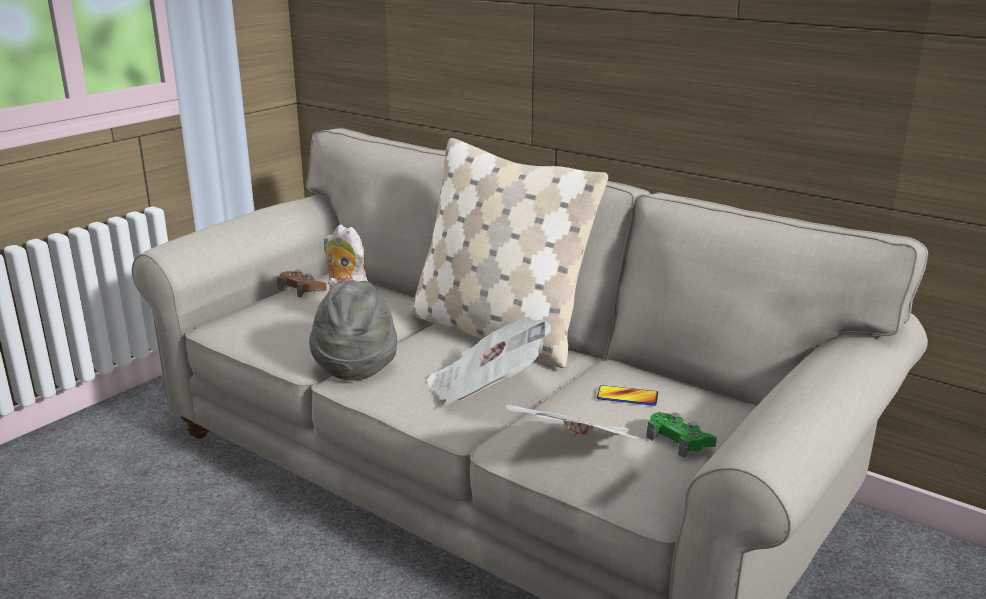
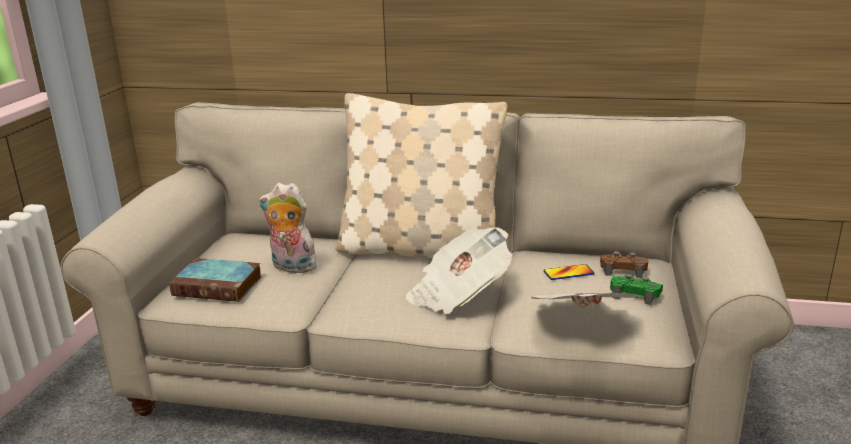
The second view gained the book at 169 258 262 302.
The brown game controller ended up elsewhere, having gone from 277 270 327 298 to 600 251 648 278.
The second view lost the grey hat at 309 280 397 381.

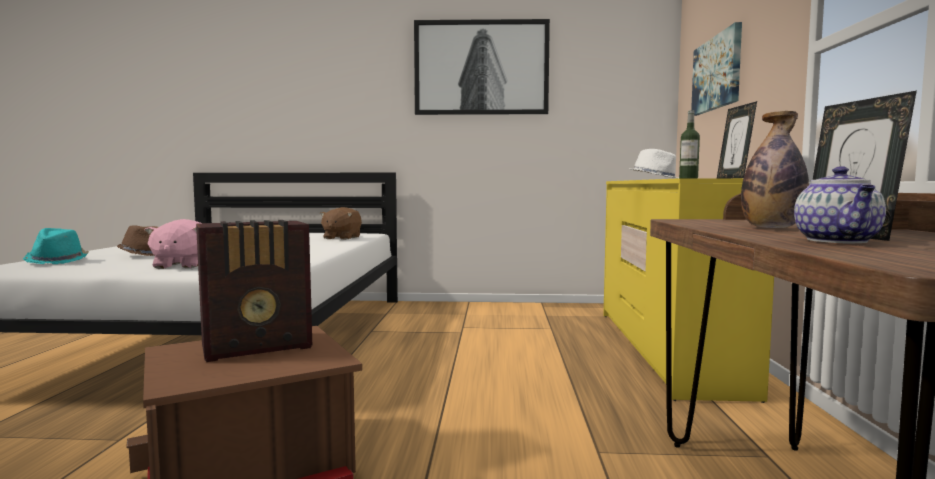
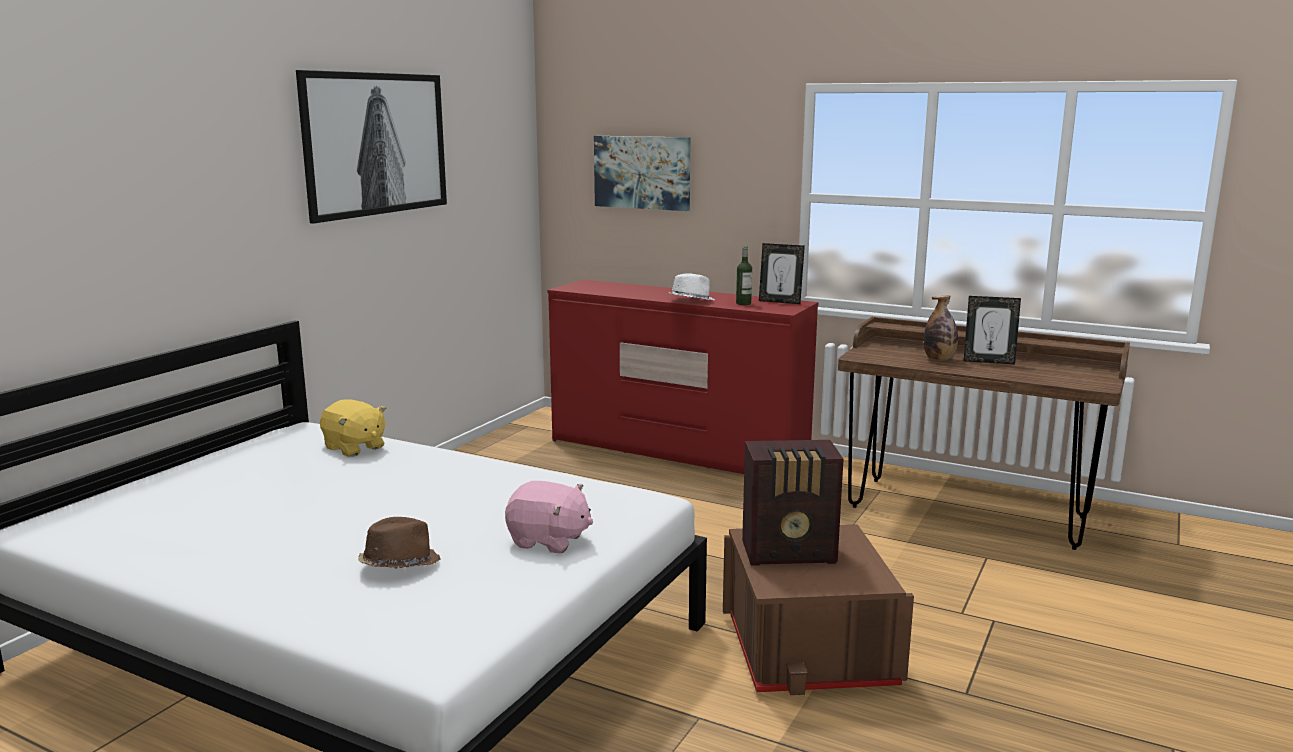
What was the brown plush toy at 320 207 362 240 turned into the yellow plush toy at 320 399 386 457.
What was the yellow dresser at 603 178 774 403 turned into the red dresser at 547 280 818 474.
The radio at 196 220 312 362 ended up facing another way, 90 degrees clockwise from before.
The second view lost the turquoise hat at 23 228 89 264.
The second view lost the teapot at 794 166 886 244.

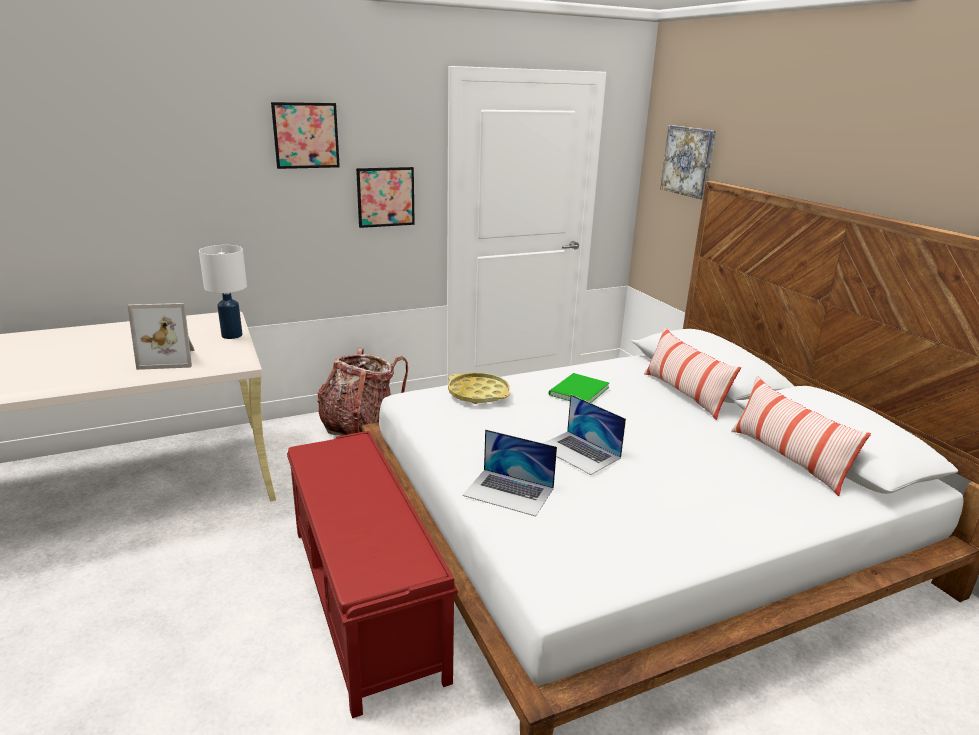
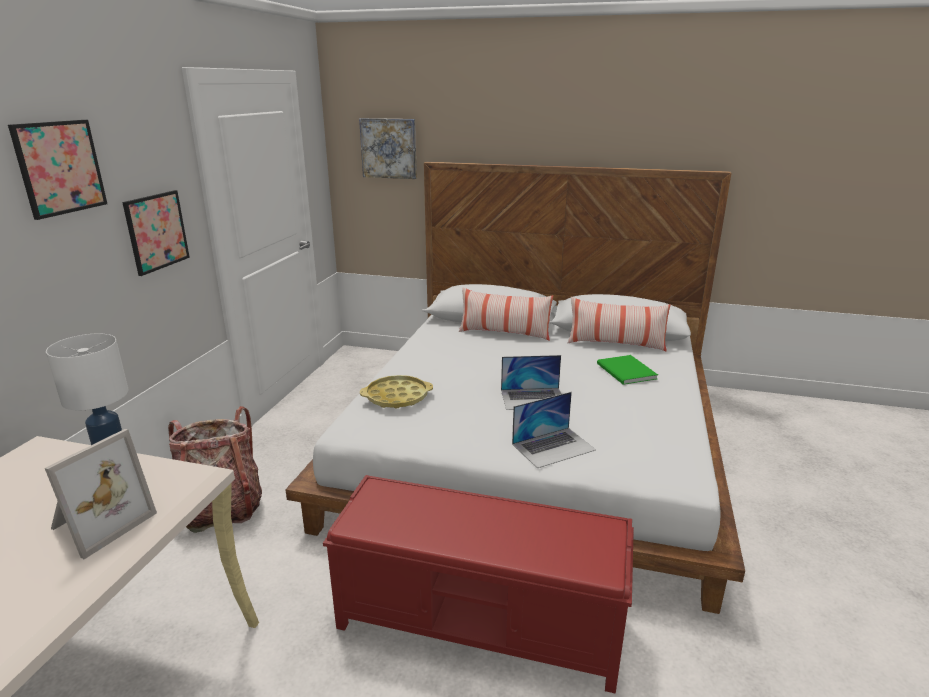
The green book ended up elsewhere, having gone from 549 373 609 403 to 597 355 658 385.

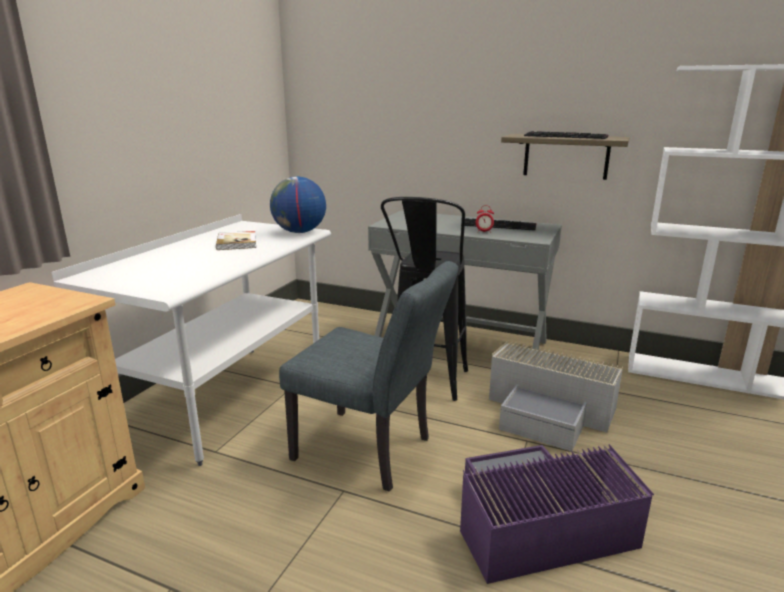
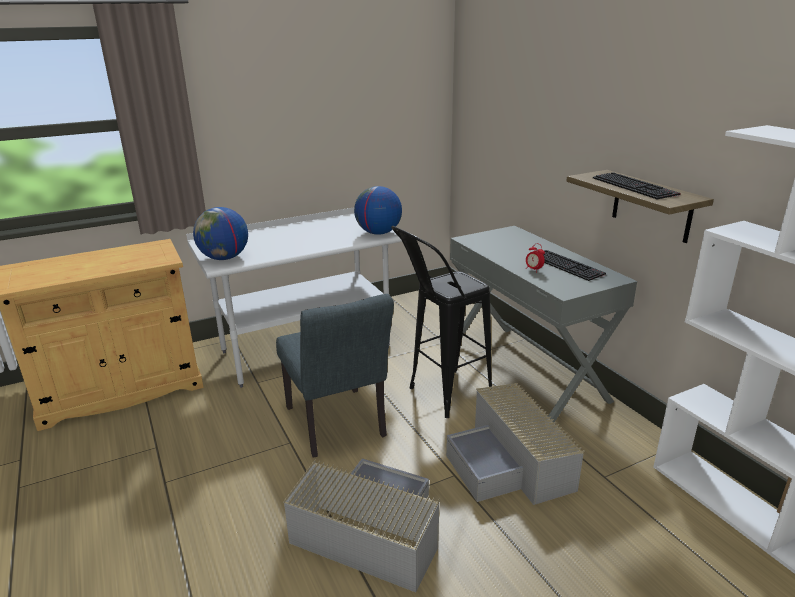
The second view gained the globe at 193 207 248 260.
What was the purple storage box at 460 444 654 584 turned into the grey storage box at 283 459 440 592.
The second view lost the book at 216 231 256 250.

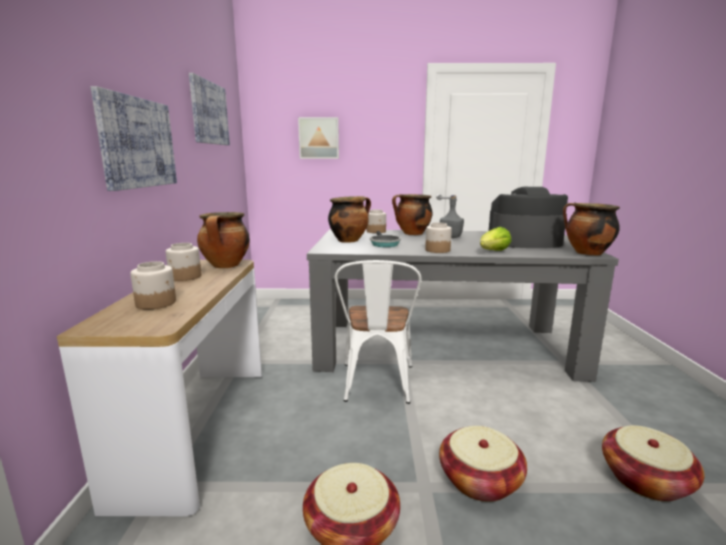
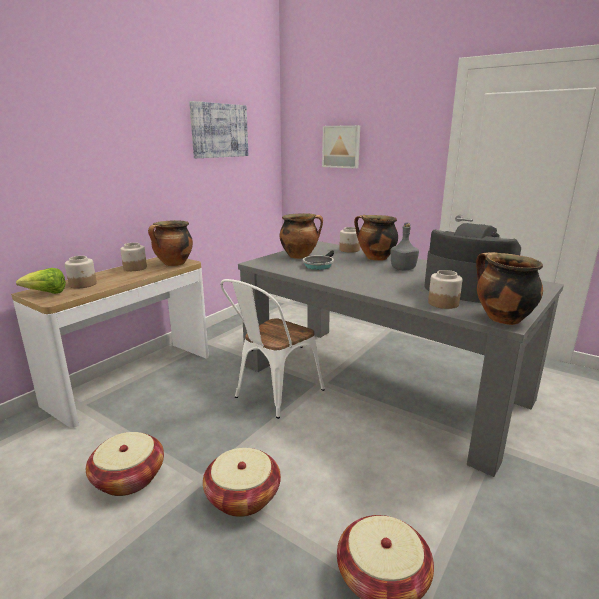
The lettuce ended up elsewhere, having gone from 480 227 511 251 to 16 268 66 294.
The jar ended up elsewhere, having gone from 425 222 452 253 to 428 270 463 309.
The second view lost the picture at 90 86 177 191.

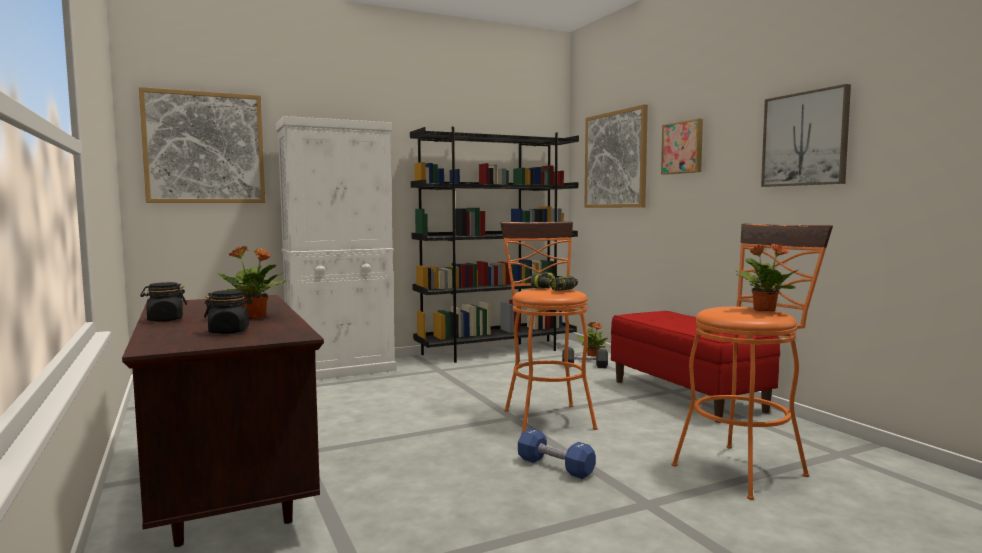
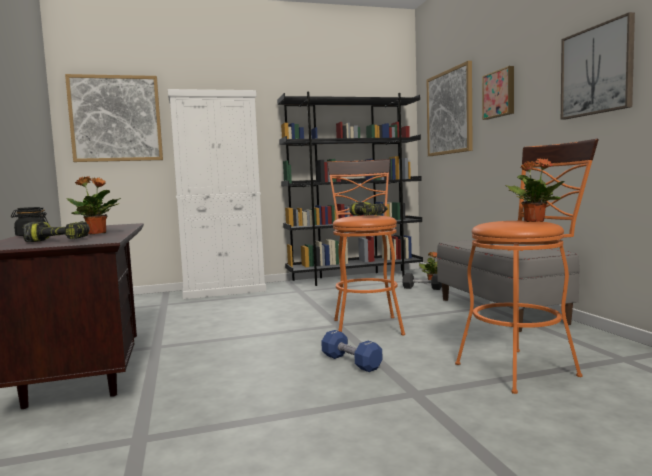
Where the black jar stood at 204 290 253 334, the power drill came to stand at 22 221 90 242.
What was the red bench at 611 311 780 423 turned into the grey bench at 437 240 580 332.

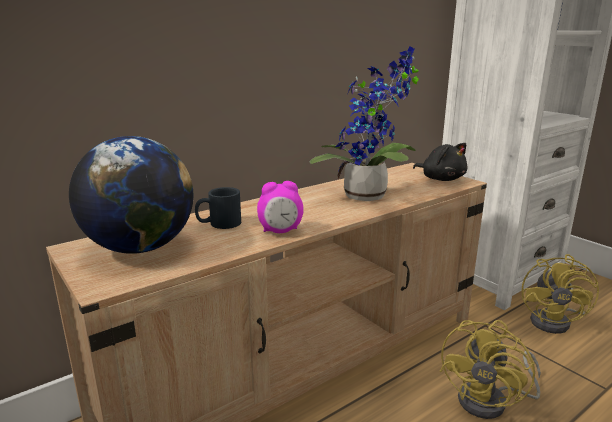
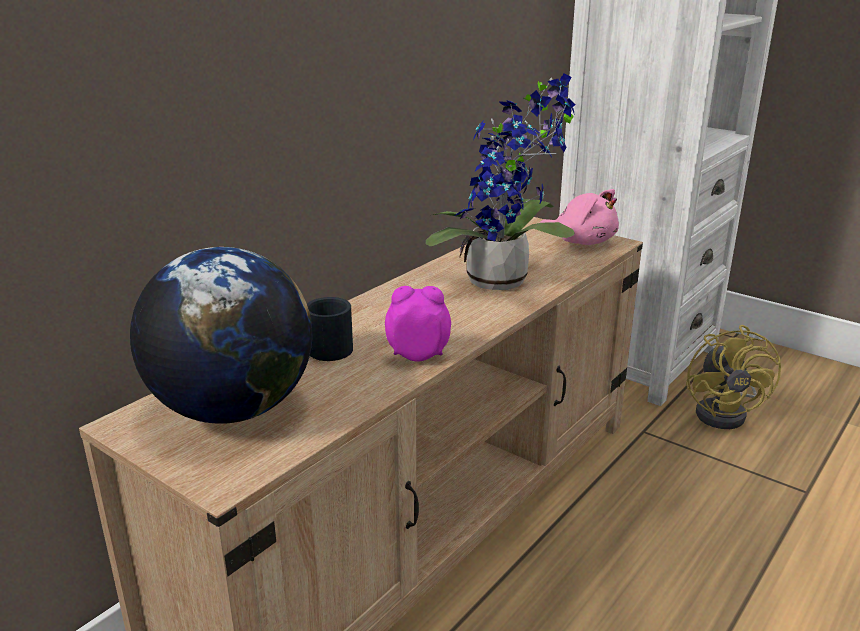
The alarm clock at 257 181 304 233 ended up facing another way, 150 degrees counterclockwise from before.
What was the black plush toy at 413 143 467 181 turned into the pink plush toy at 540 189 619 245.
The second view lost the yellow fan at 439 320 541 419.

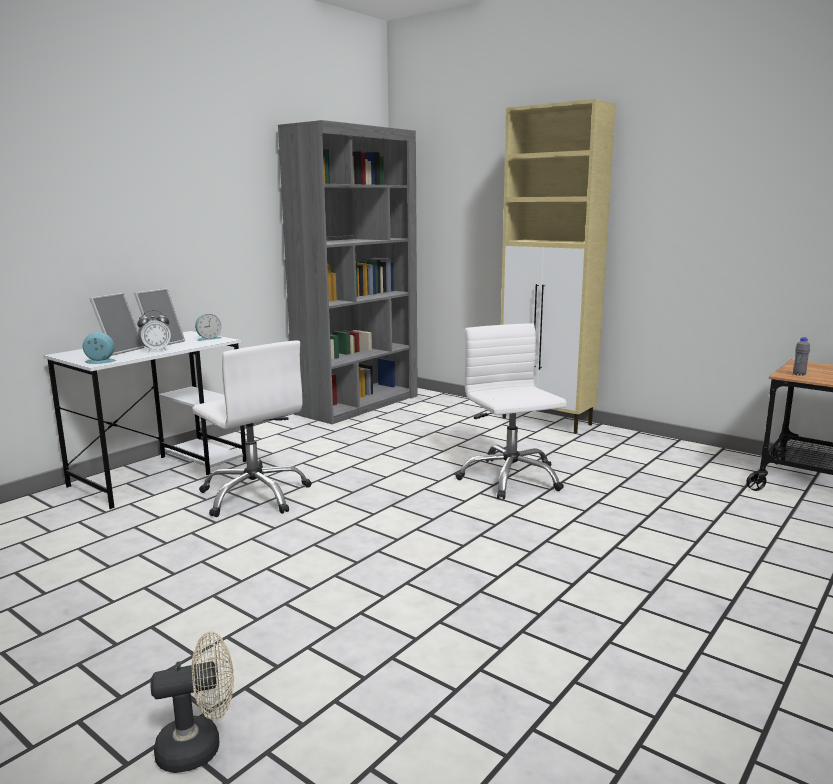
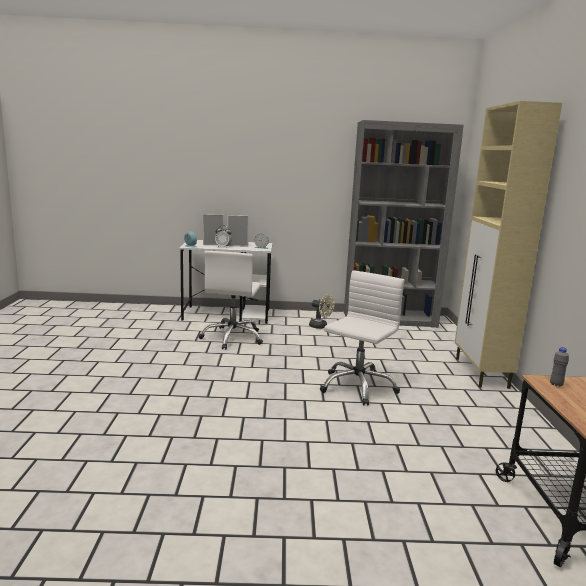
The beige fan ended up elsewhere, having gone from 150 631 234 773 to 309 294 334 329.

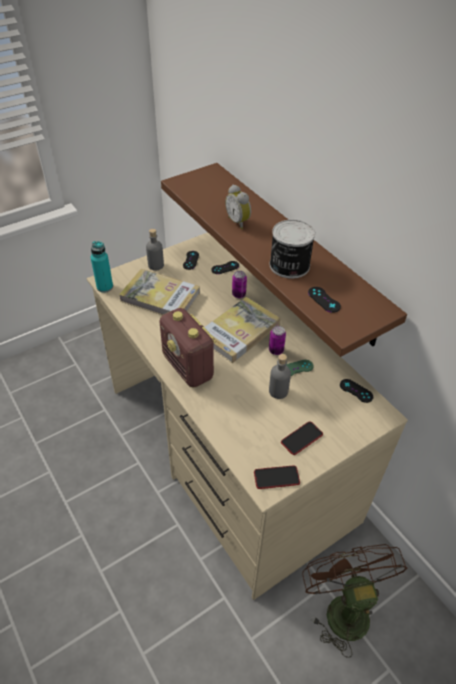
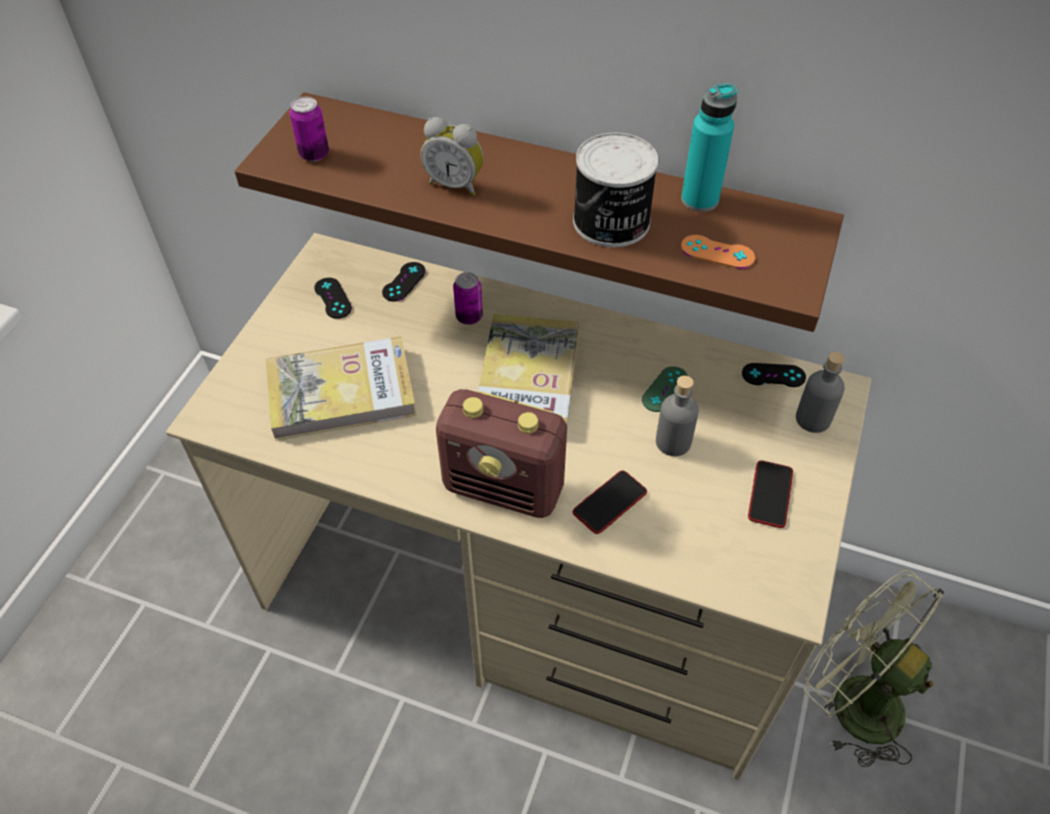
The can ended up elsewhere, having gone from 269 326 286 355 to 289 97 329 161.
The phone ended up elsewhere, having gone from 254 465 300 489 to 573 470 647 534.
The turquoise bottle ended up elsewhere, having gone from 91 241 113 293 to 681 83 737 212.
What was the black game controller at 308 287 341 313 turned into the orange game controller at 681 235 755 269.
The grey bottle ended up elsewhere, having gone from 146 229 164 271 to 796 352 845 433.
What was the brown fan at 302 544 408 658 turned into the green fan at 804 570 944 767.

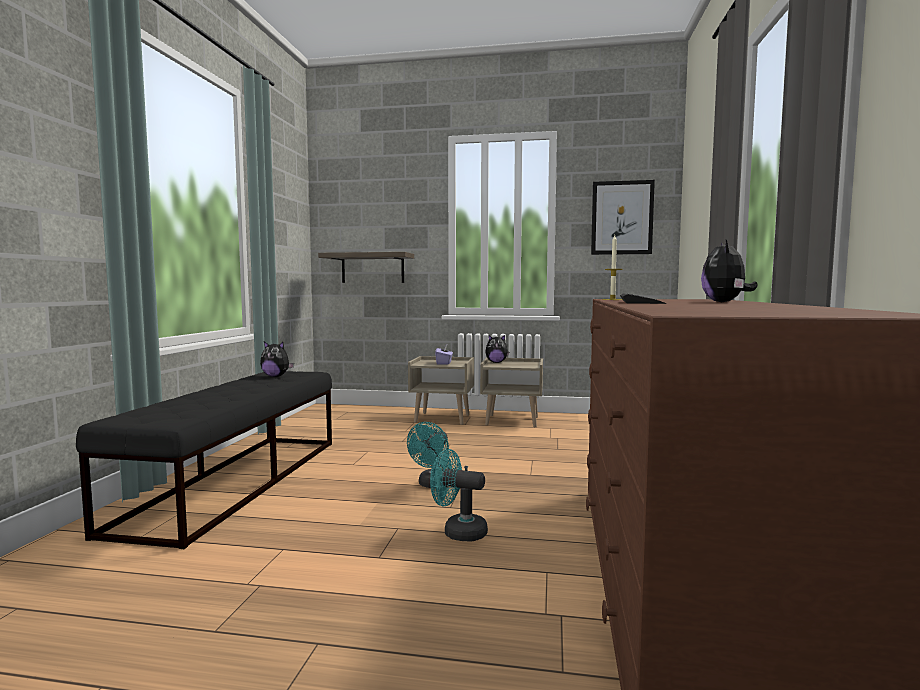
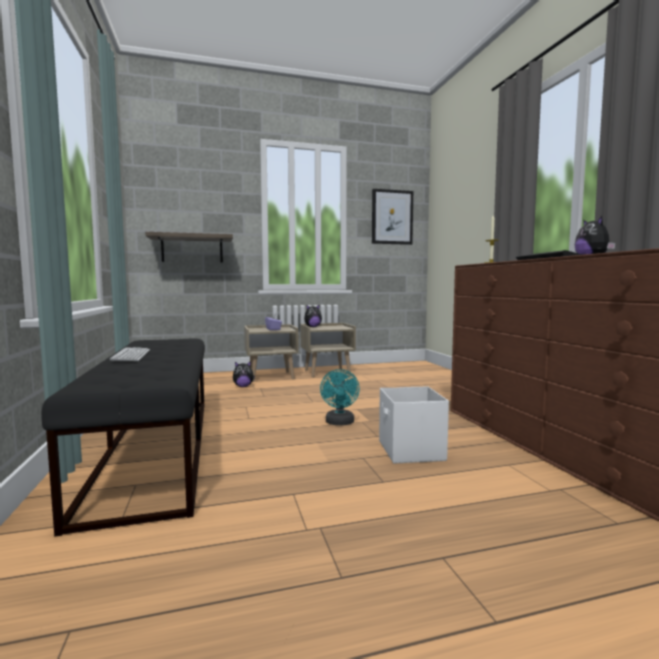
The second view gained the keyboard at 110 347 150 362.
The plush toy ended up elsewhere, having gone from 260 341 294 377 to 233 361 255 387.
Where the turquoise fan stood at 430 449 488 541, the white storage box came to stand at 379 386 449 464.

